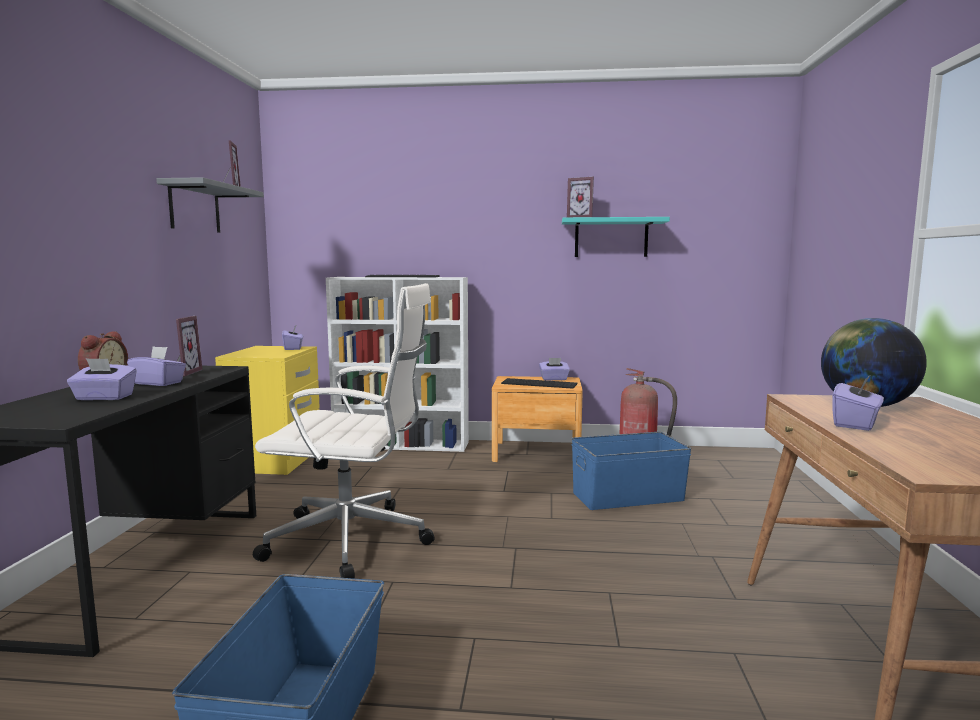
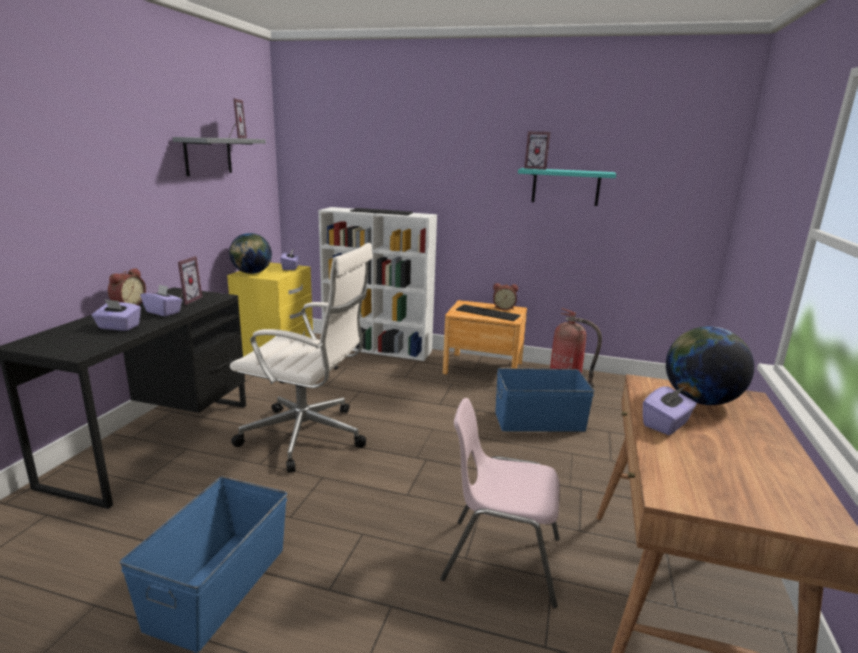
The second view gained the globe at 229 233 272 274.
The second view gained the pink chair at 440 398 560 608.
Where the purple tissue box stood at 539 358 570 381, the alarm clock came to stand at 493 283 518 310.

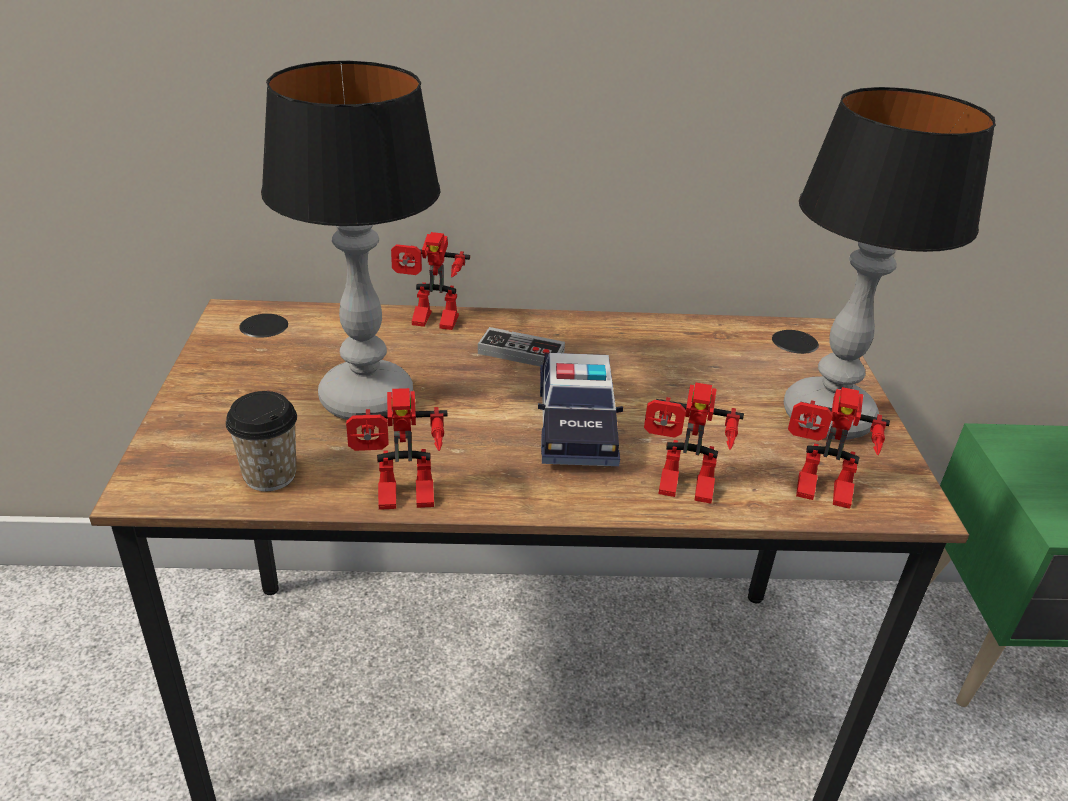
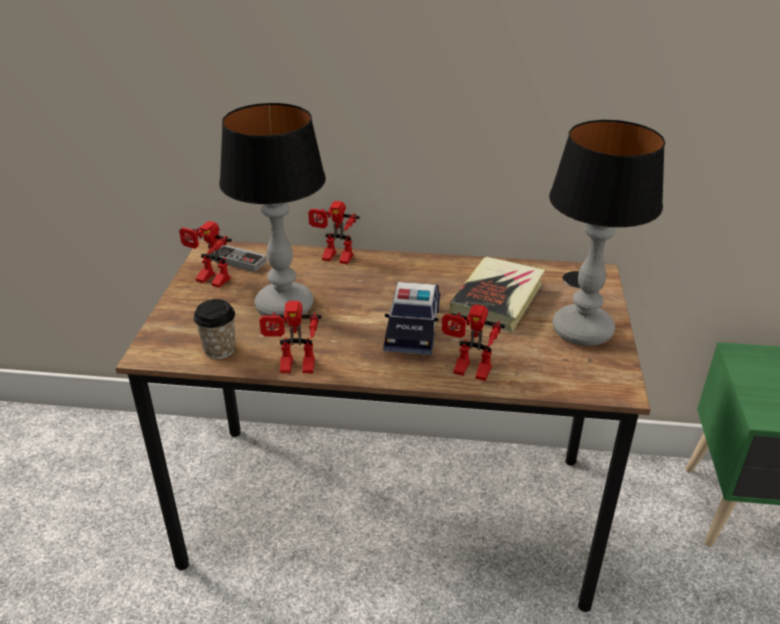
The toy robot ended up elsewhere, having gone from 788 387 890 509 to 179 221 232 288.
The game controller ended up elsewhere, having gone from 478 327 565 366 to 212 245 267 272.
The second view gained the book at 450 257 545 332.

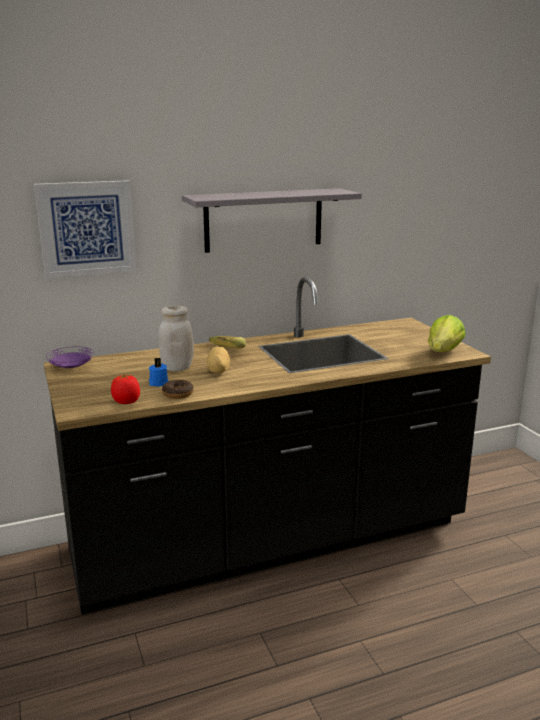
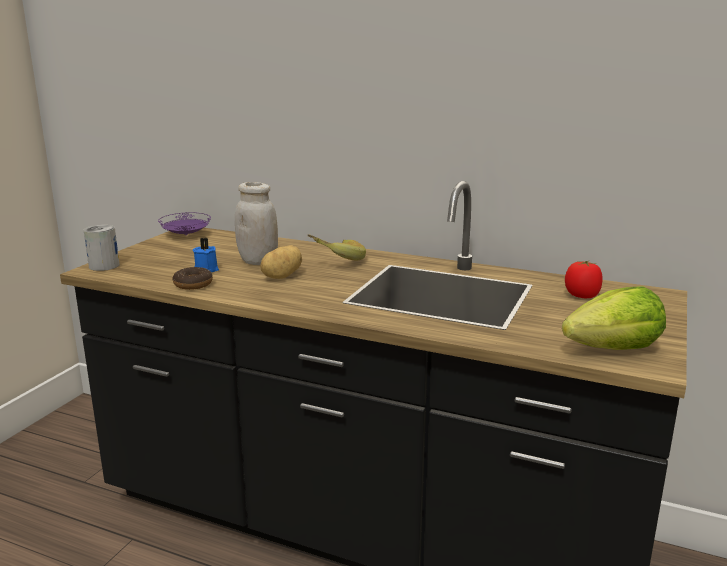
The second view gained the can at 84 225 120 271.
The tomato ended up elsewhere, having gone from 111 374 140 404 to 565 261 603 298.
The second view lost the picture at 34 180 136 278.
The second view lost the grey shelf at 182 188 362 253.

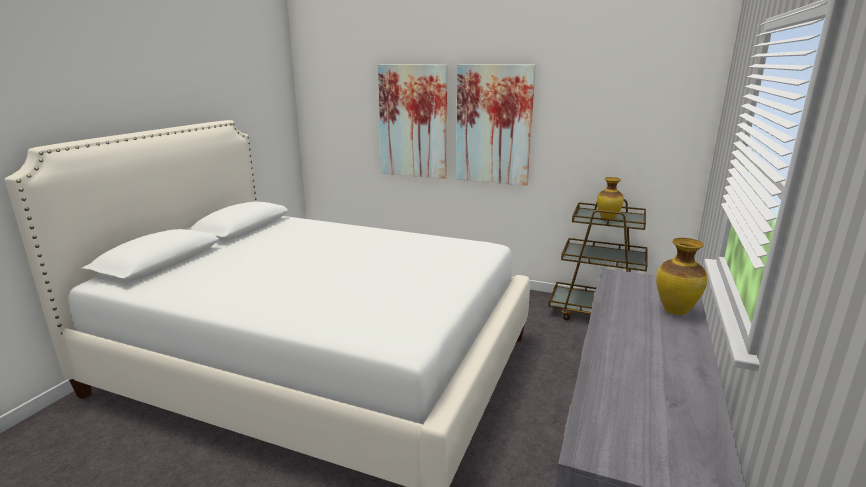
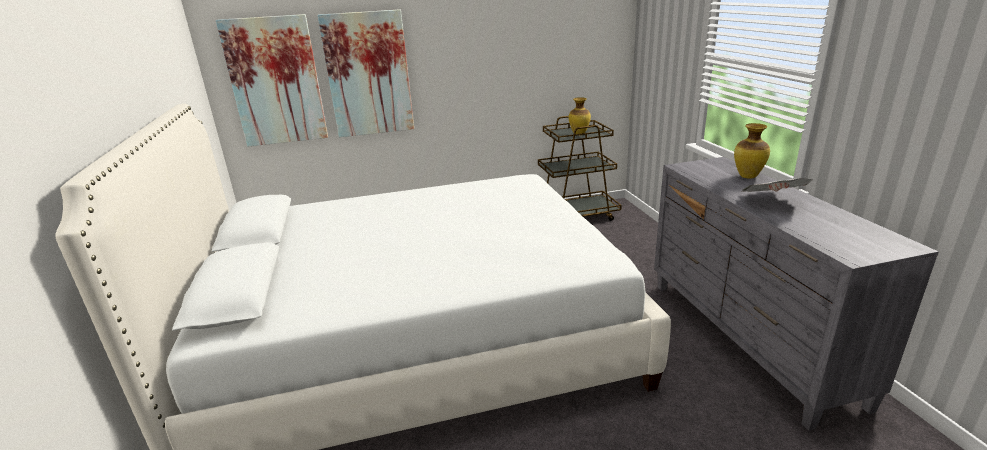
The picture ended up elsewhere, having gone from 456 64 536 186 to 216 14 328 146.
The second view gained the newspaper at 742 178 812 192.

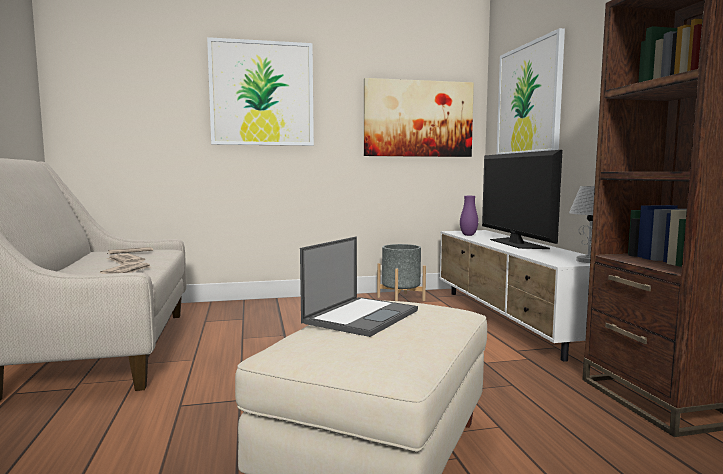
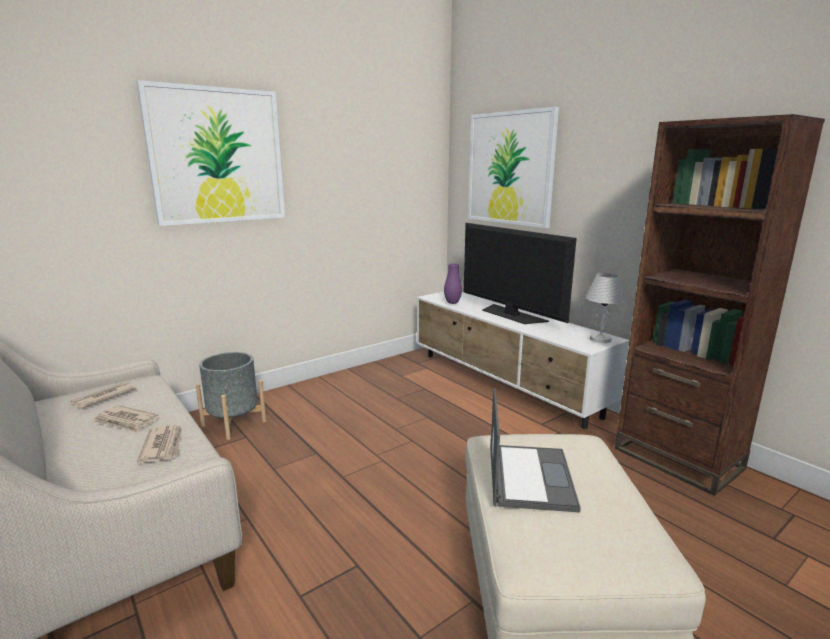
The grey planter ended up elsewhere, having gone from 377 244 426 301 to 196 352 266 440.
The second view lost the picture at 364 78 474 157.

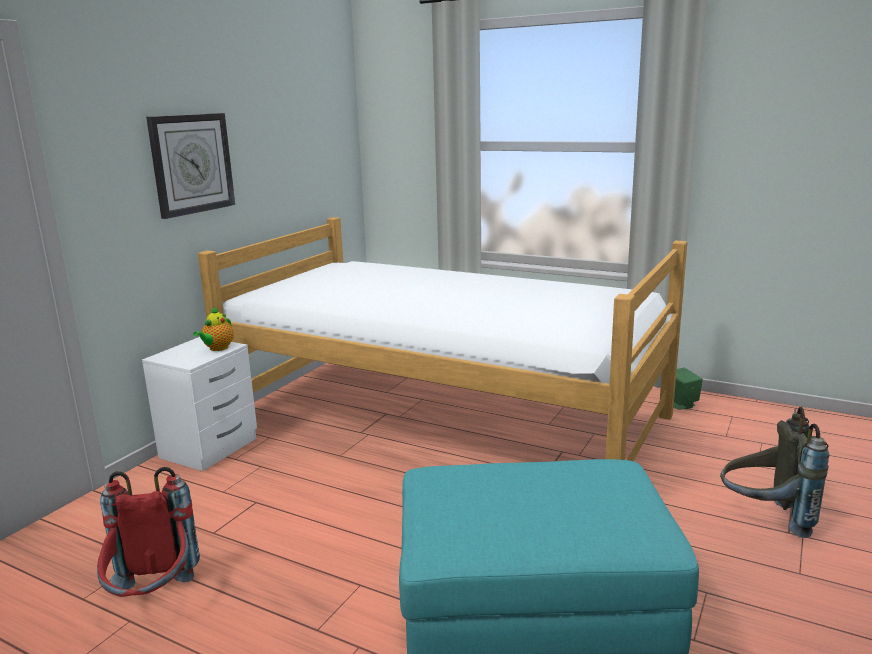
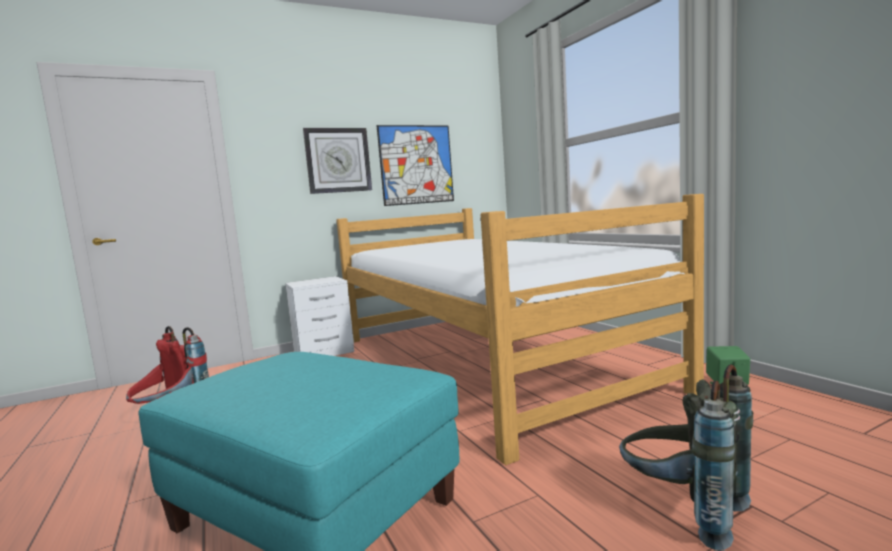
The second view gained the picture at 376 125 454 206.
The second view lost the teapot at 193 307 234 351.

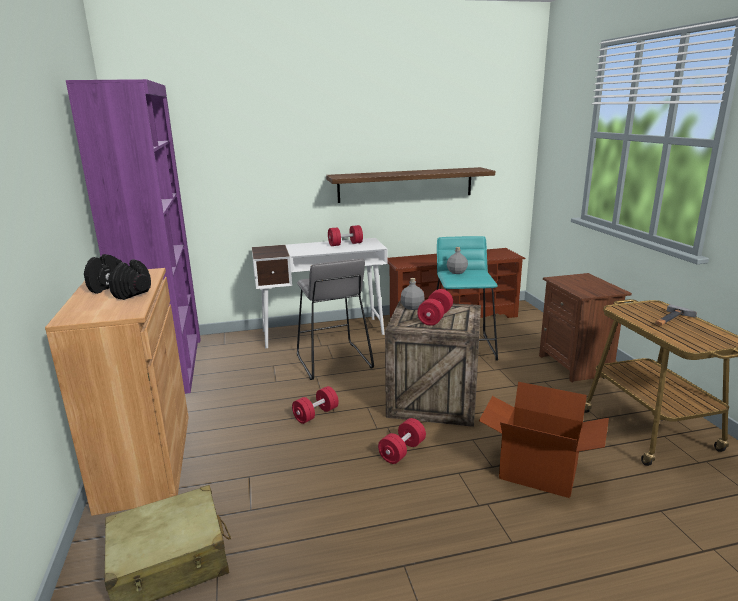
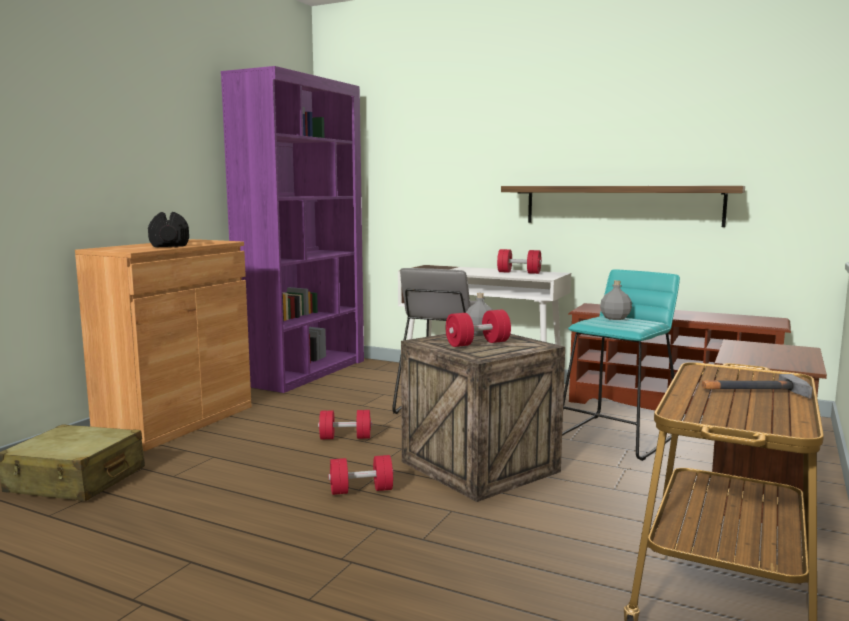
The second view lost the cardboard box at 479 382 609 498.

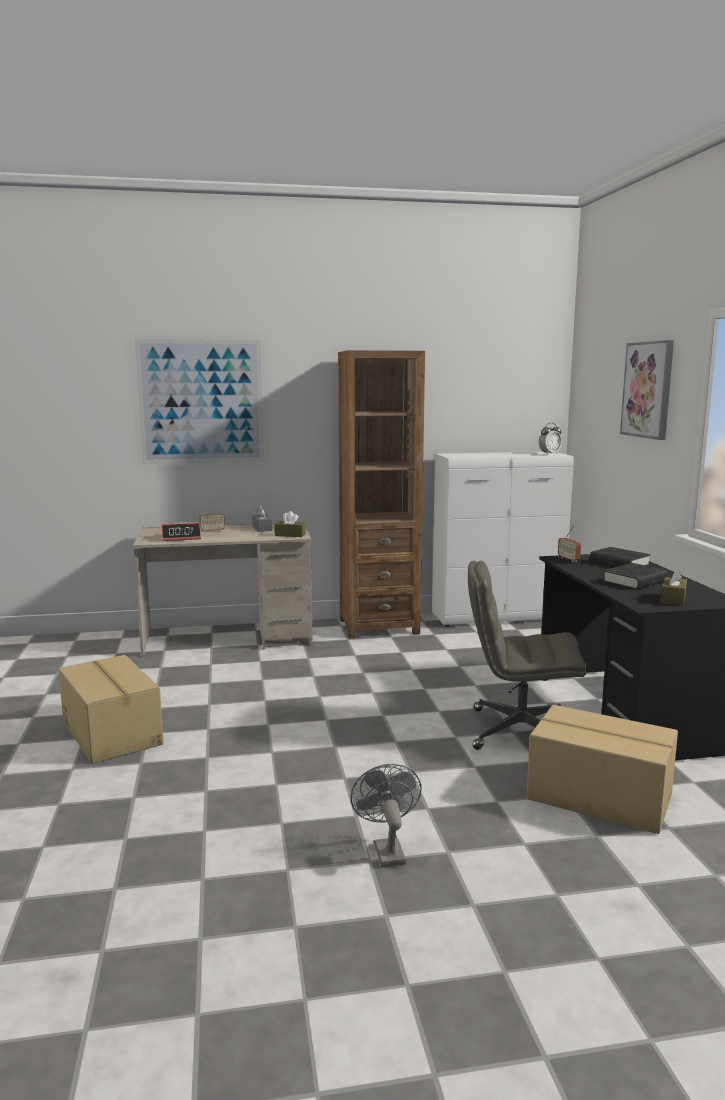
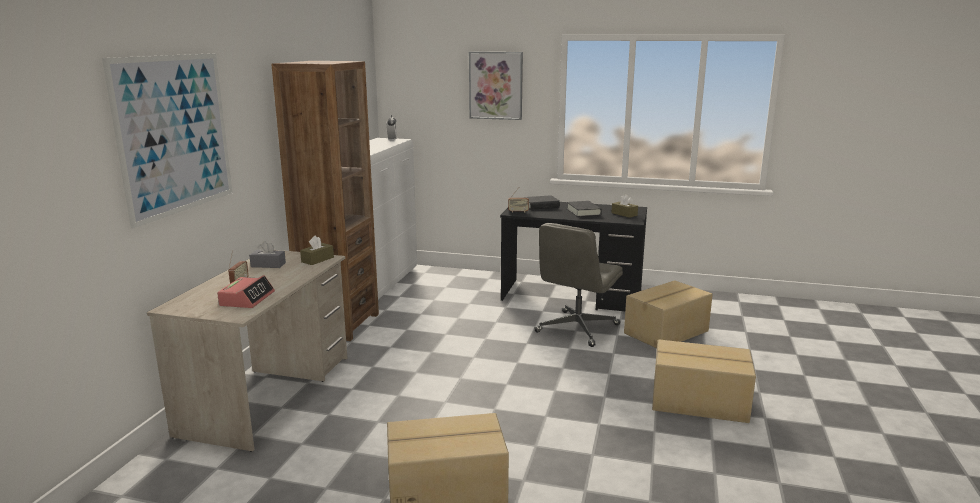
Where the grey fan stood at 350 764 421 867, the cardboard box came to stand at 652 340 756 423.

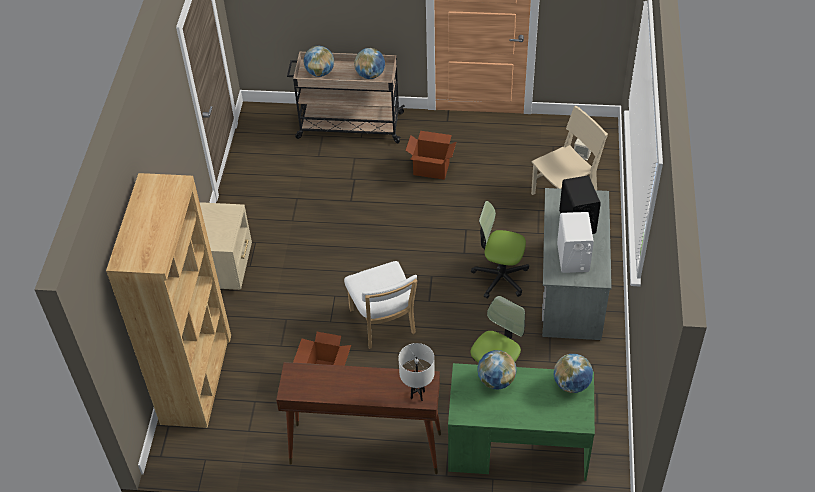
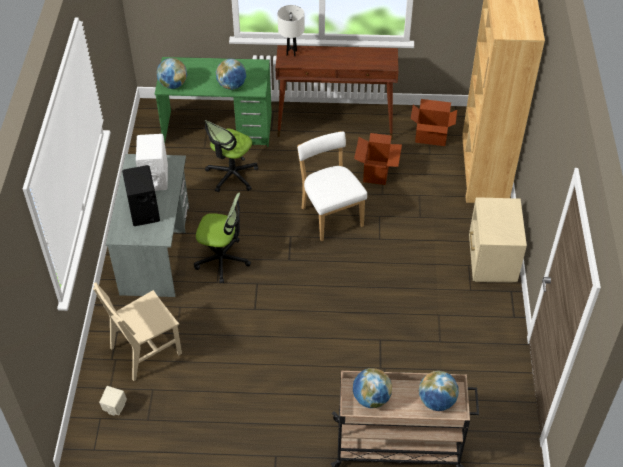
The cardboard box ended up elsewhere, having gone from 406 131 456 180 to 411 99 457 146.

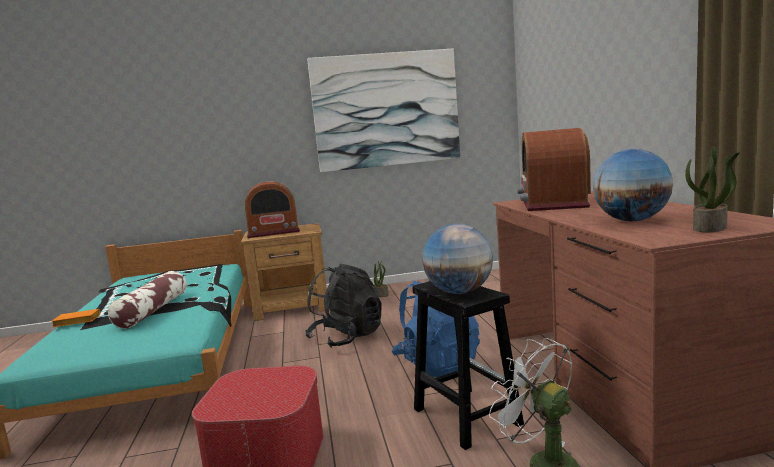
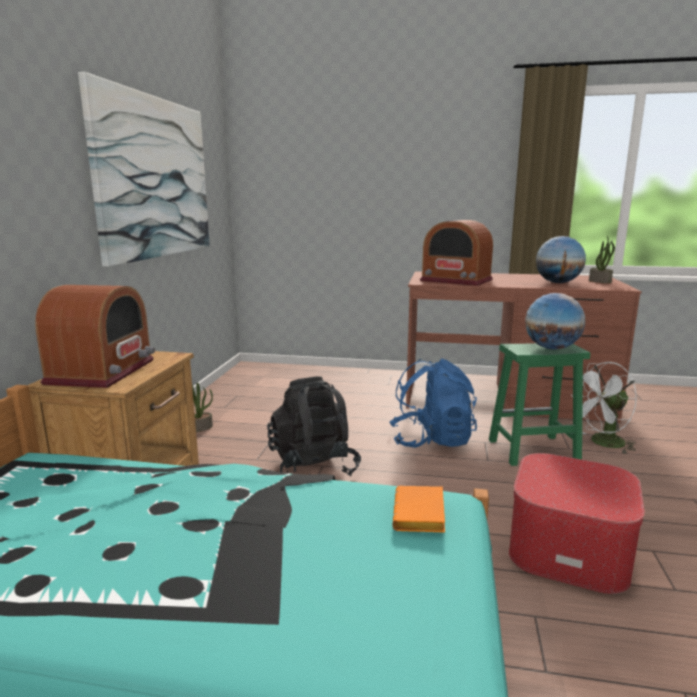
The orange book ended up elsewhere, having gone from 51 309 100 327 to 392 486 445 532.
What was the black stool at 412 281 524 450 turned into the green stool at 489 343 590 466.
The second view lost the pillow at 108 271 187 329.

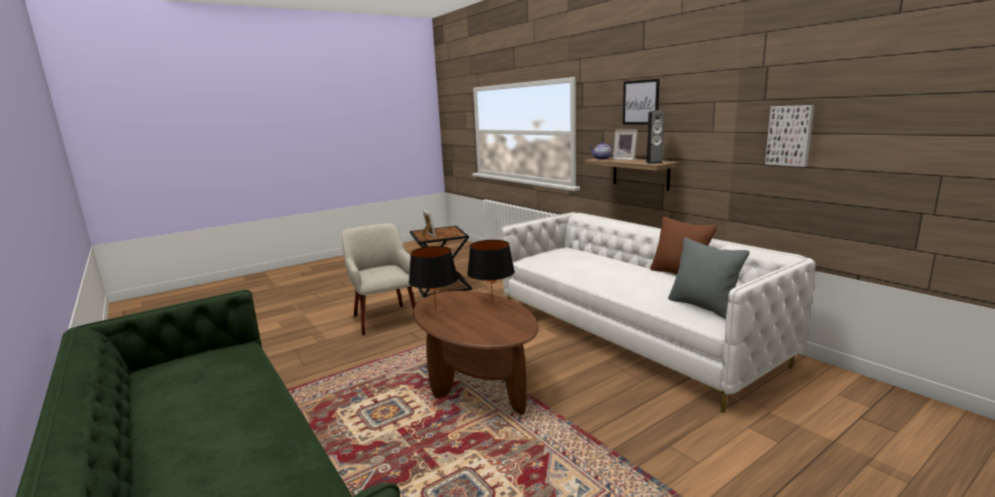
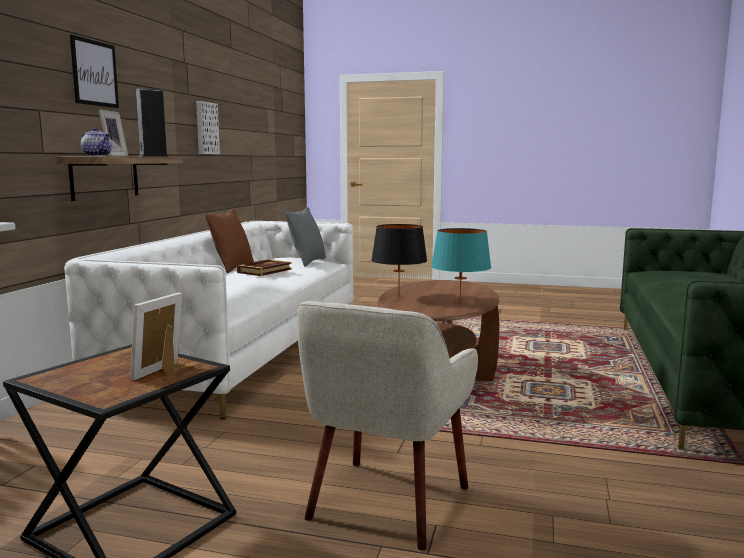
The second view gained the book at 237 259 292 276.
What was the black table lamp at 409 246 458 310 turned into the turquoise table lamp at 431 228 491 305.

